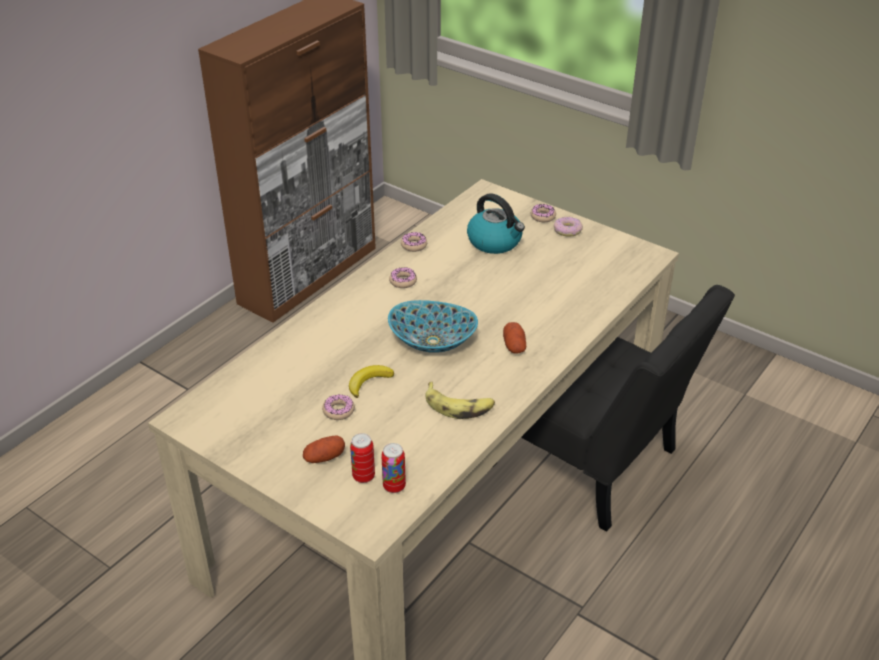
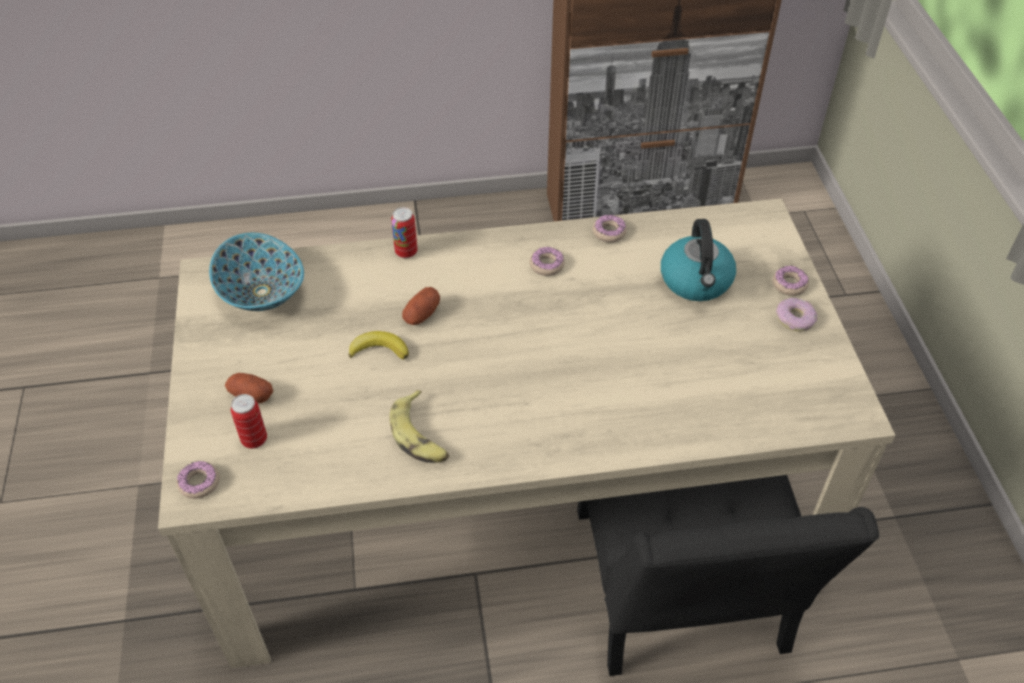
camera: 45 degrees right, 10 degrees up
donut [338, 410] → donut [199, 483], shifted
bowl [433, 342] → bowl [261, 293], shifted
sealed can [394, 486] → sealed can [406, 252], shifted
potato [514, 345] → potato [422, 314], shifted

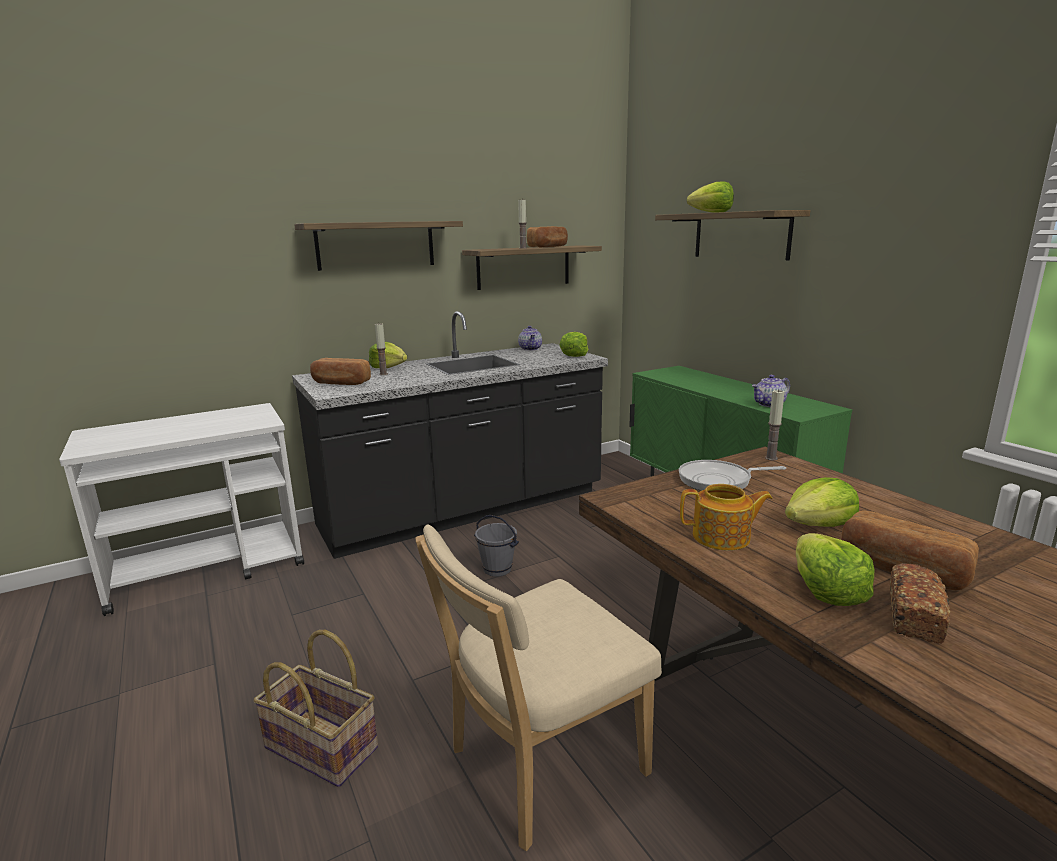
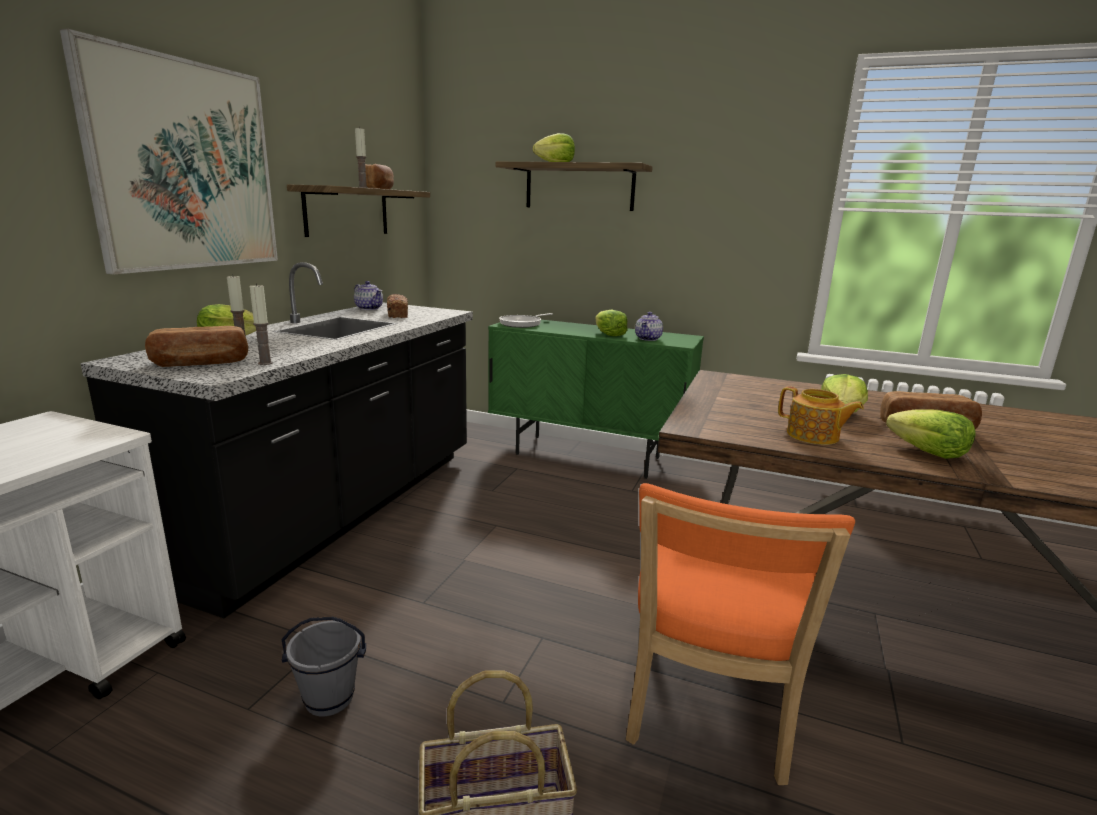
camera: 40 degrees left, 0 degrees up
shelf [376, 245] → picture [185, 166]
wax light [771, 458] → wax light [265, 363], shifted
bucket (greyish) [497, 569] → bucket (greyish) [329, 698], shifted
bakery bread [914, 618] → bakery bread [398, 315], shifted
pan [719, 481] → pan [522, 324], shifted
lettuce [574, 355] → lettuce [609, 334], shifted
upright chair (beige) [539, 765] → upright chair (orange) [707, 711]
pot for tea [722, 537] → pot for tea [813, 436], 75 degrees clockwise

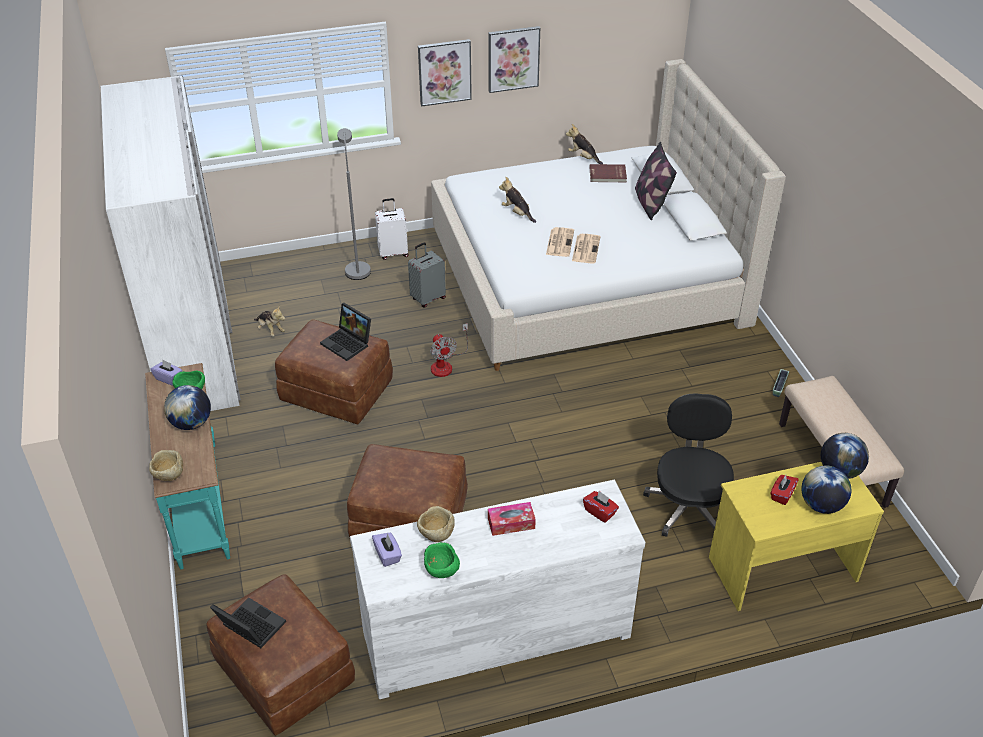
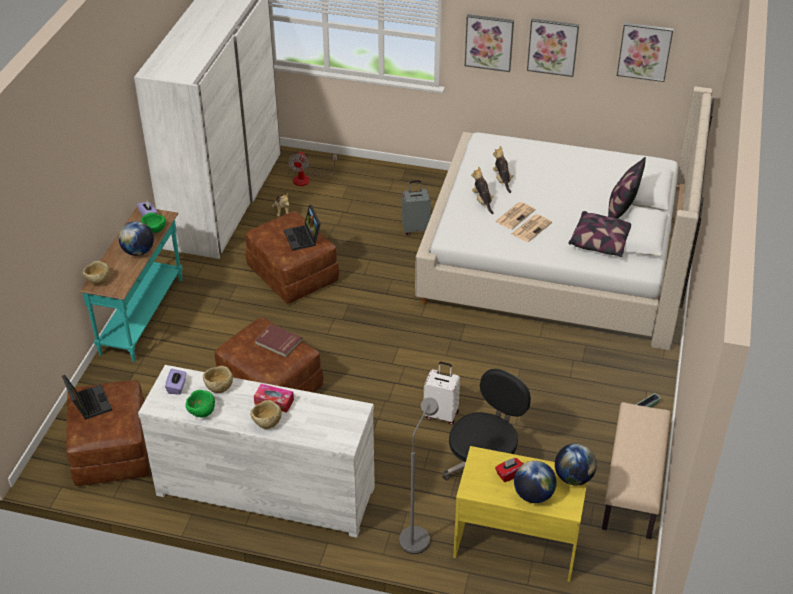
camera: 30 degrees right, 0 degrees up
- → bowl (beige) [266, 423]
bound book (reddish) [607, 175] → bound book (reddish) [278, 342], shifted
electric fan [446, 364] → electric fan [307, 179], shifted
standard lamp (greyish) [357, 267] → standard lamp (greyish) [417, 534], shifted
travel case (white-coloured) [393, 253] → travel case (white-coloured) [441, 414], shifted
plush toy [583, 158] → plush toy [482, 201], shifted
- → throw pillow [601, 242]
- → picture [644, 51]
tissue box (reddish) [600, 512] → -

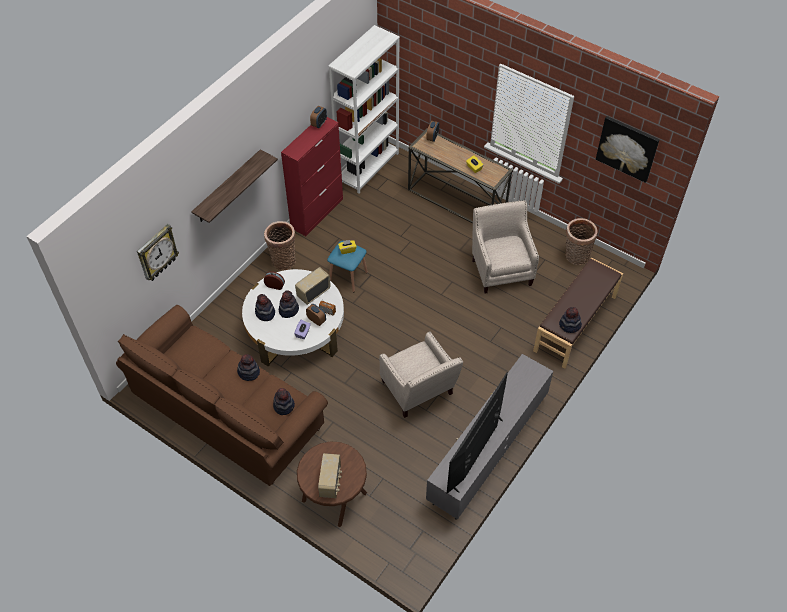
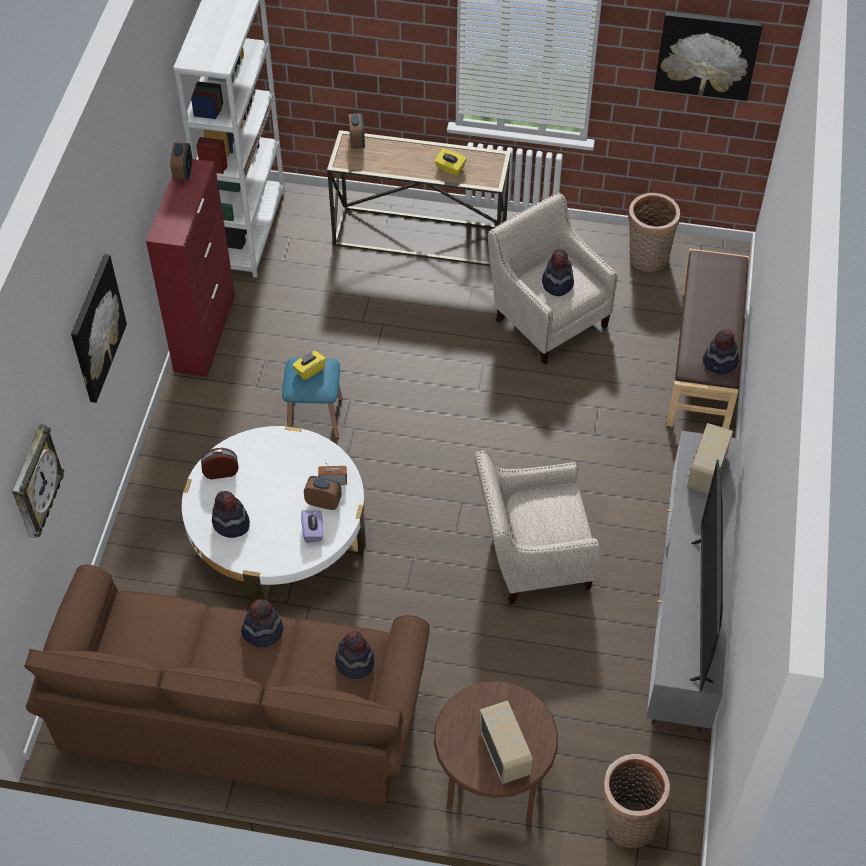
camera: 25 degrees left, 0 degrees up
shelf [228, 187] → picture [96, 328]
easy chair (beige) [418, 392] → easy chair (beige) [530, 557], 135 degrees clockwise
hat [288, 310] → hat [557, 283], shifted
storage basket [283, 259] → storage basket [627, 821], shifted
radio [313, 293] → radio [705, 471], shifted

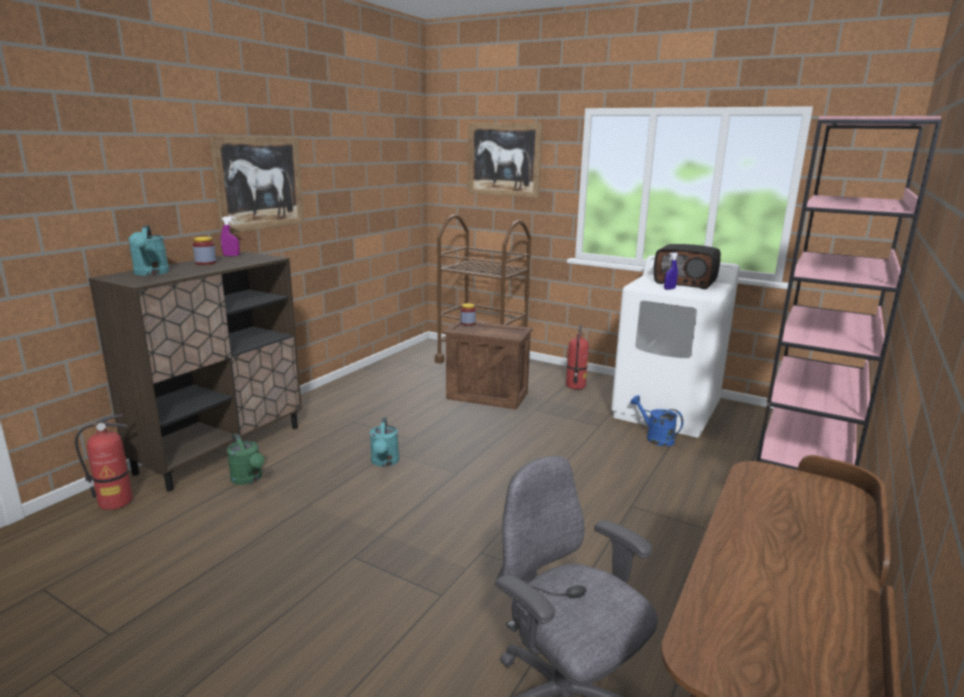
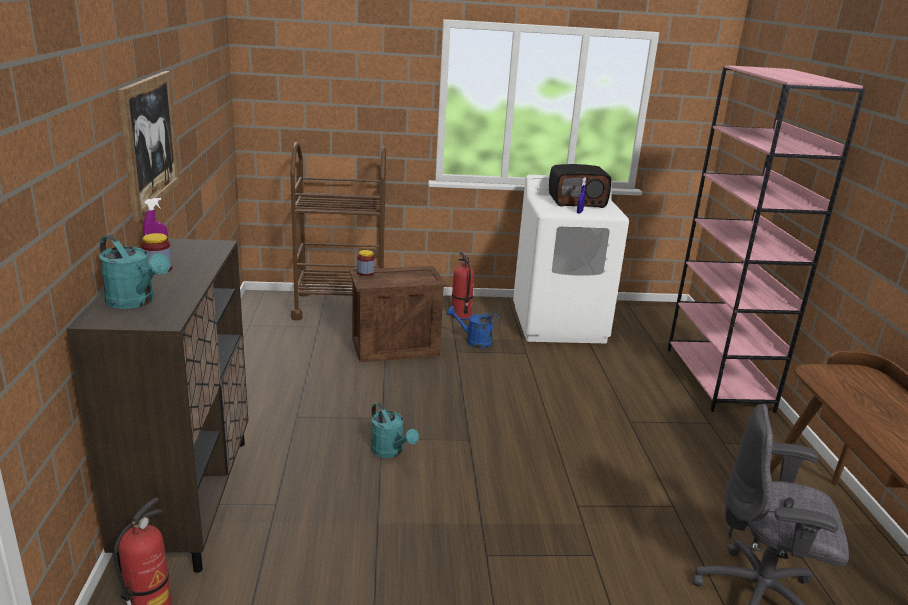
camera: 35 degrees left, 5 degrees up
watering can (bluish) [655, 438] → watering can (bluish) [474, 341], shifted
watering can (greenish) [249, 479] → -
picture [504, 159] → -

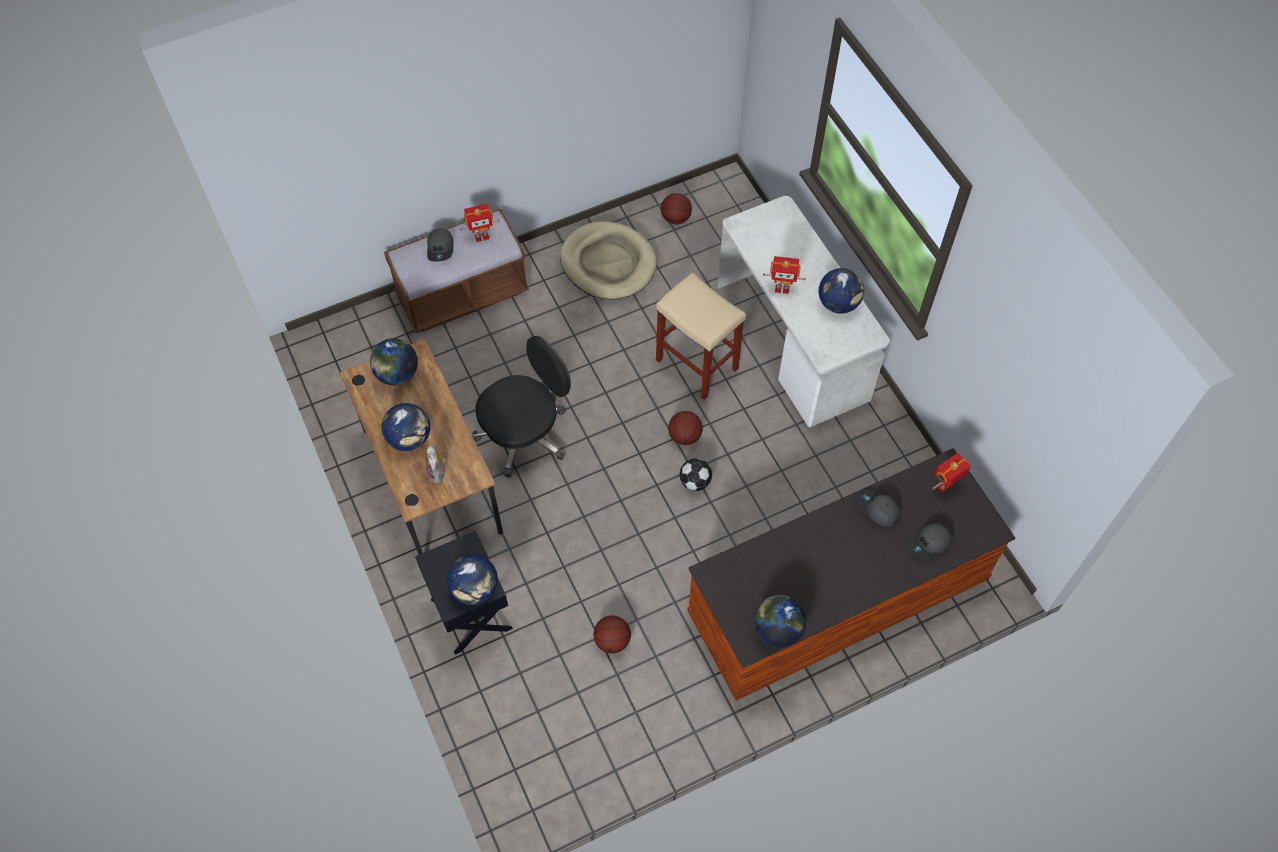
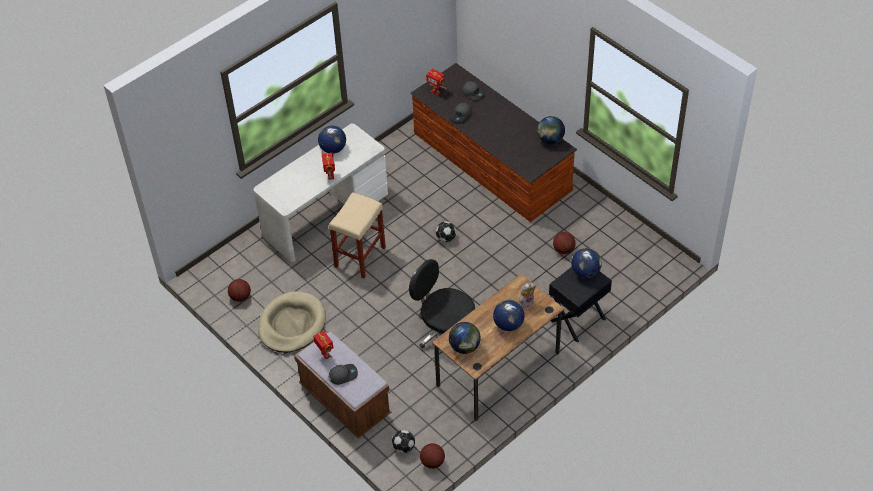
camera: 105 degrees left, 10 degrees down
- → football ball [404, 447]
basketball ball [684, 436] → basketball ball [432, 462], shifted

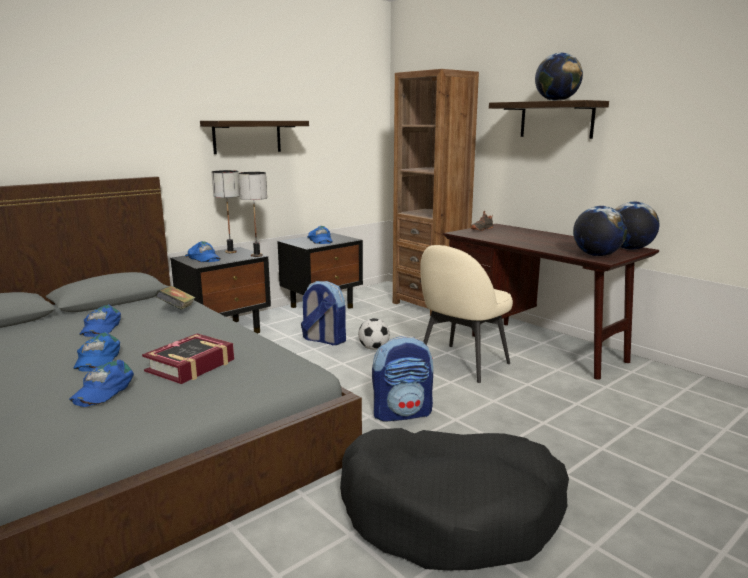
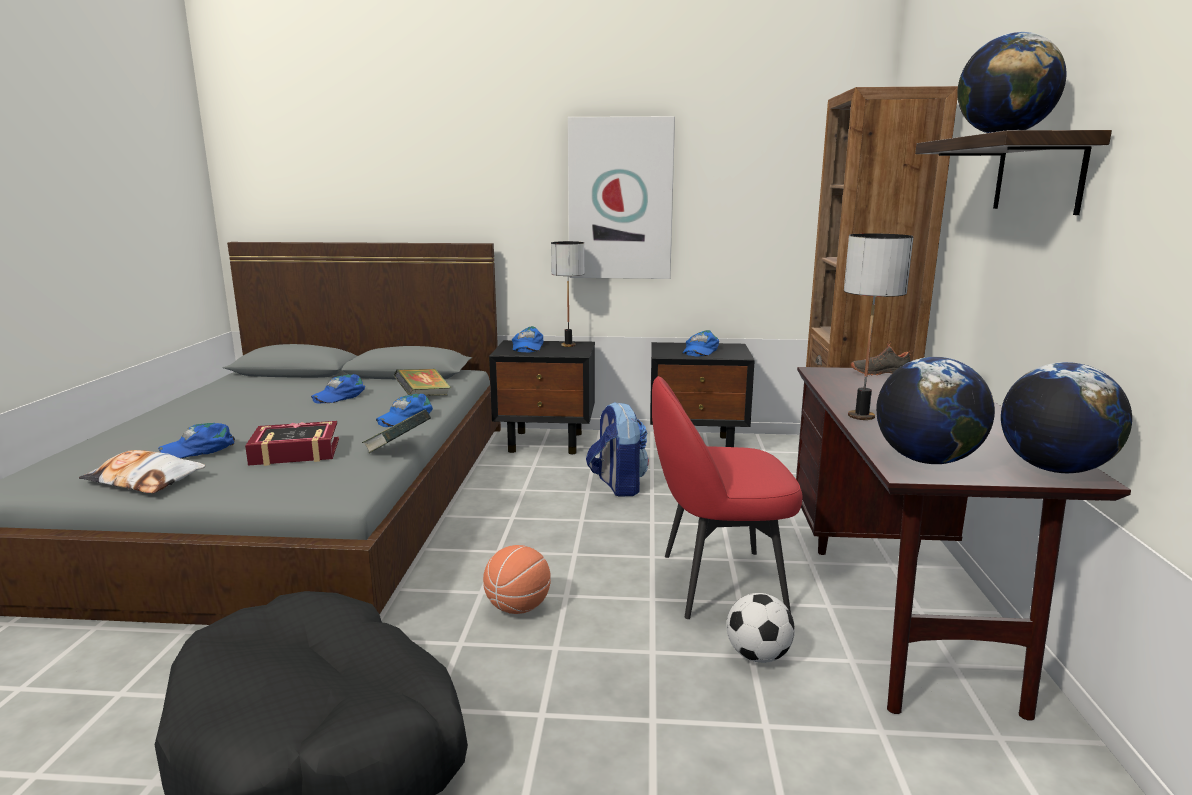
camera: 45 degrees right, 0 degrees up
- → throw pillow [145, 480]
- → bound book [398, 449]
baseball cap (bluish) [97, 359] → baseball cap (bluish) [405, 418], shifted
knapsack [402, 413] → basketball ball [518, 607]
shelf [247, 136] → picture [620, 199]
upright chair (beige) [462, 364] → upright chair (reddish) [718, 583]
football ball [374, 348] → football ball [758, 655], shifted
tabletop lamp [256, 255] → tabletop lamp [861, 416], shifted

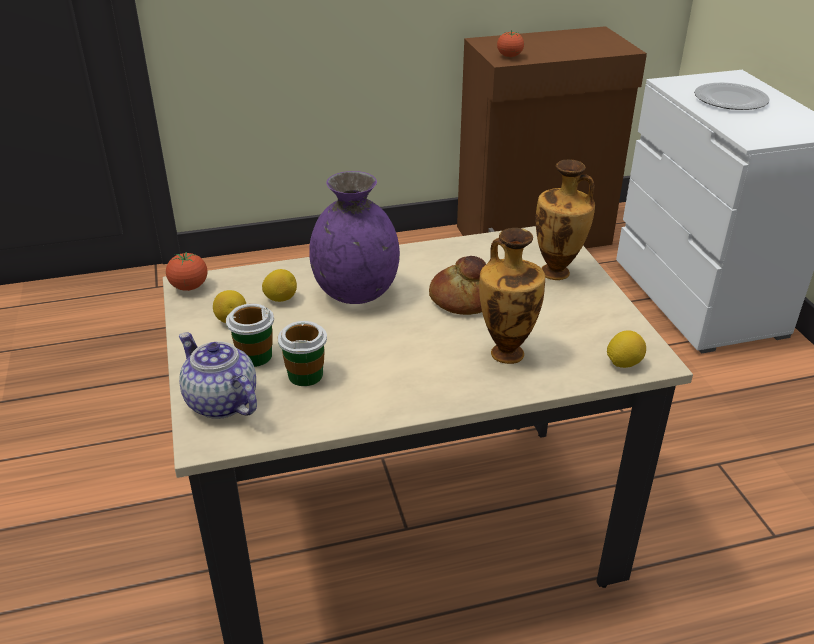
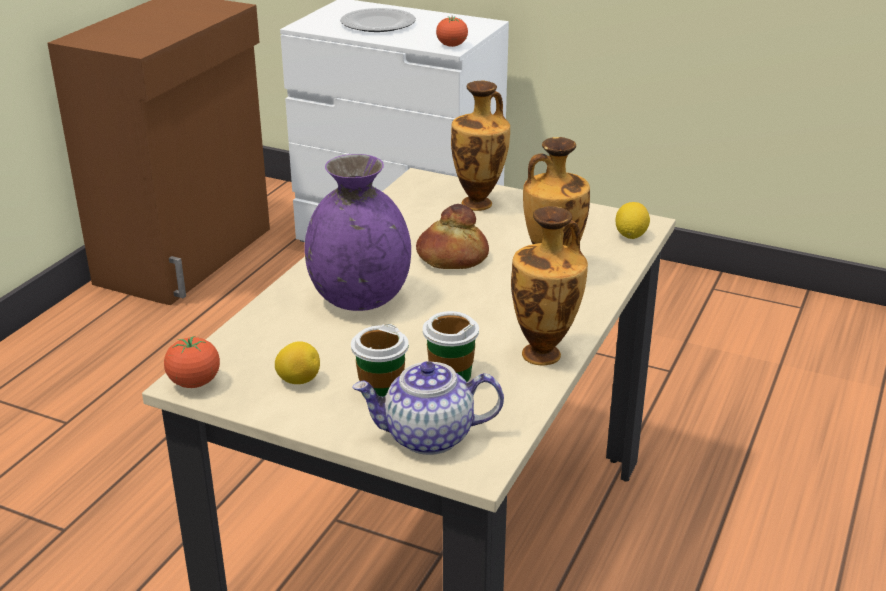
camera: 50 degrees left, 5 degrees down
tomato [509, 56] → tomato [452, 46], shifted
- → flower vase [544, 354]
citrus fruit [280, 299] → -

